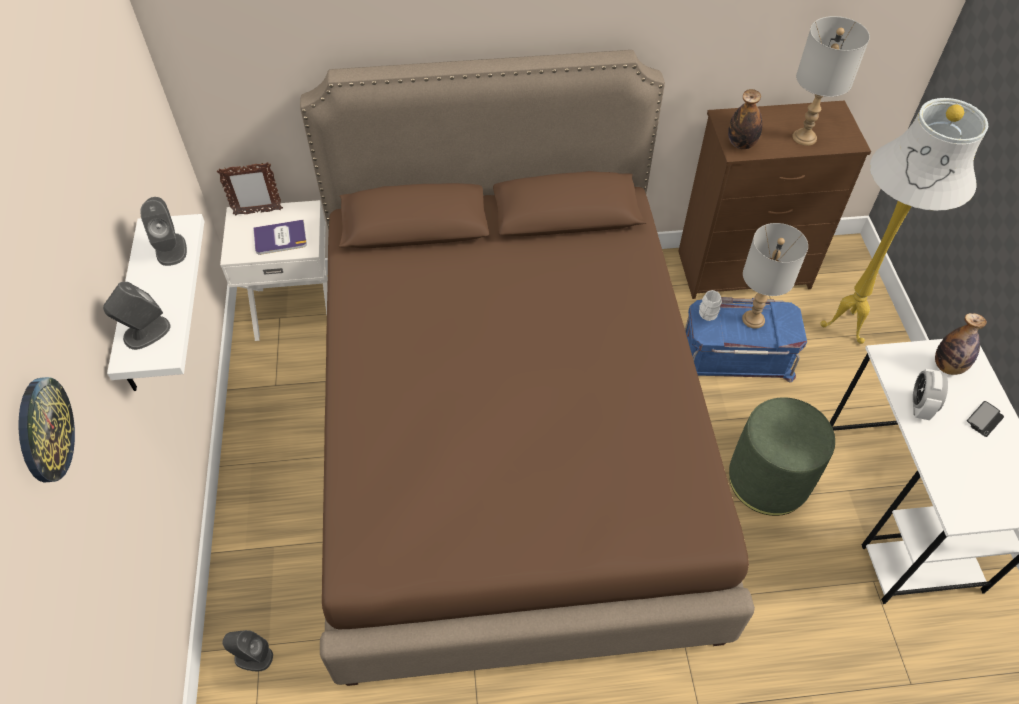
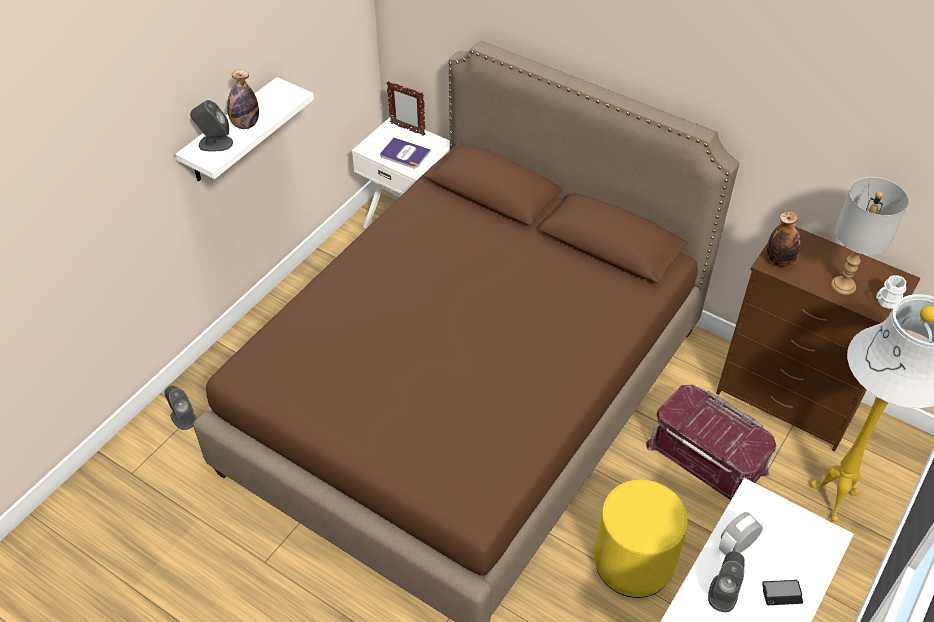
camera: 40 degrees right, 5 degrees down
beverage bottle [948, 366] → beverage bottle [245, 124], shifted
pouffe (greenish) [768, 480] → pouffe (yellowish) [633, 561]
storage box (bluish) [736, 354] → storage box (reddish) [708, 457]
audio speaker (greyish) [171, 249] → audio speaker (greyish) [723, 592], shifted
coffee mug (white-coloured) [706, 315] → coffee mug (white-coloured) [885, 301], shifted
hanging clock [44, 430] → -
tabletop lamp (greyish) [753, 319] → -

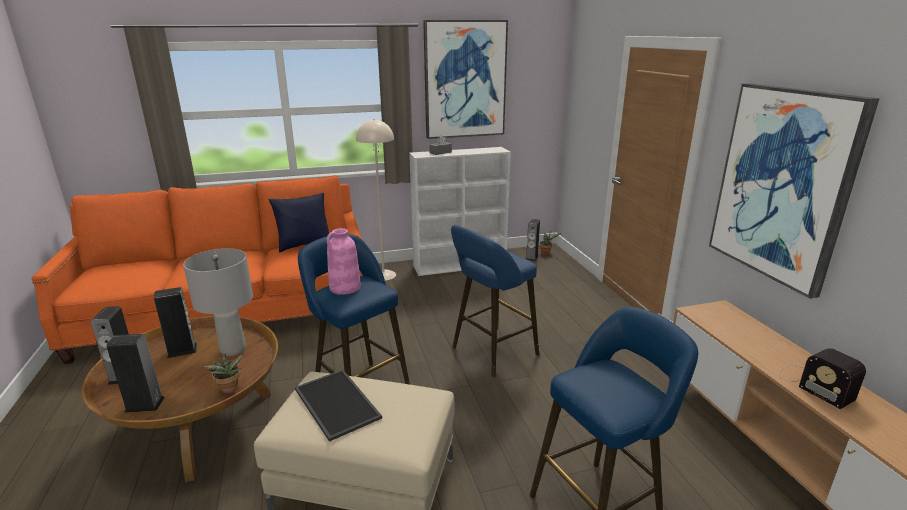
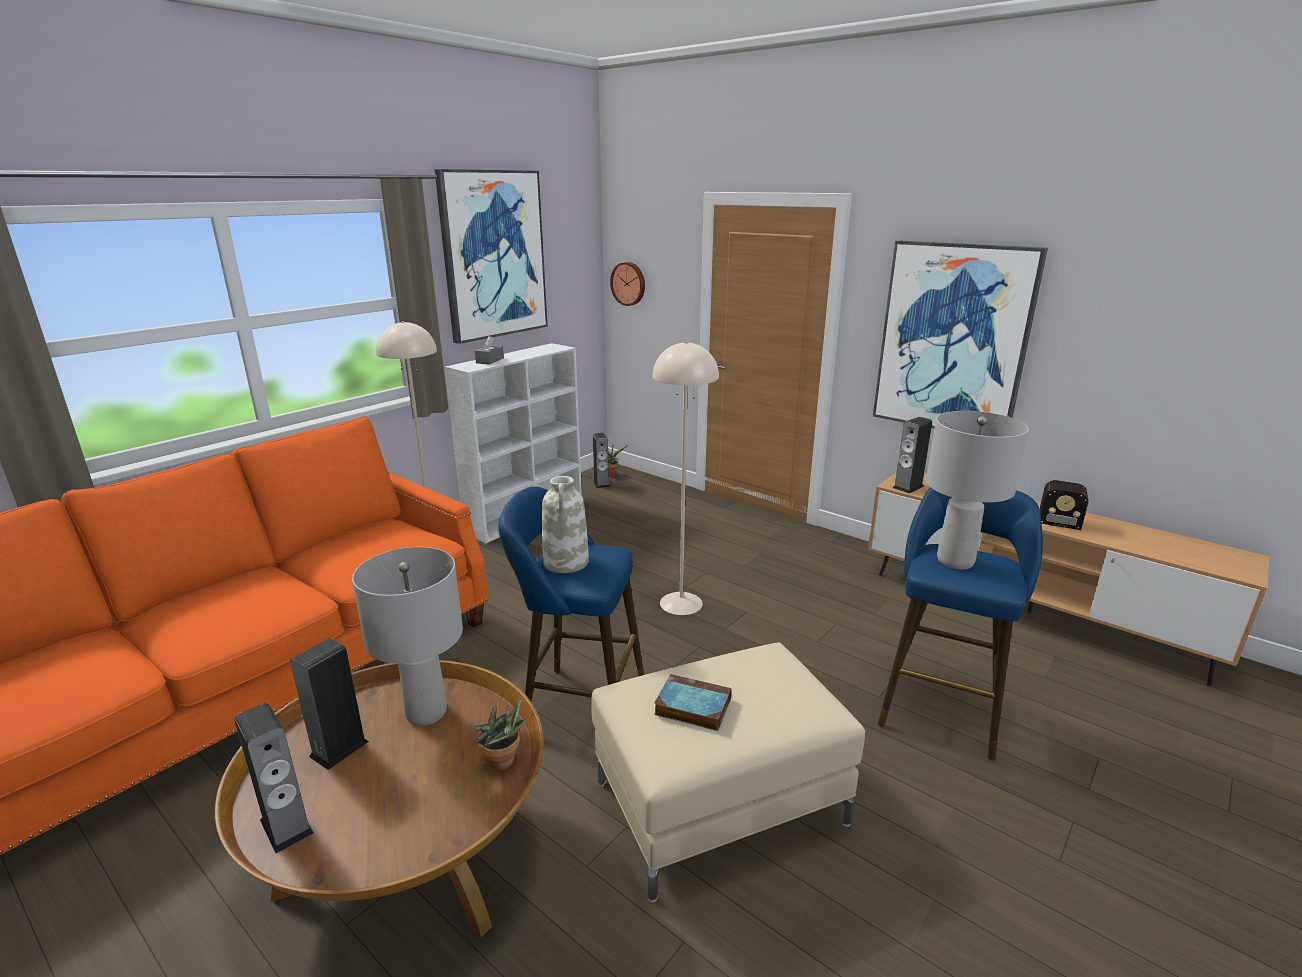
camera: 35 degrees left, 0 degrees up
flower vase (pink-coloured) [345, 288] → flower vase (white-coloured) [566, 563]
- → hanging clock [629, 283]
sitting stool (bluish) [491, 353] → standard lamp (beige) [680, 603]
serving tray [335, 403] → bound book [691, 707]
audio speaker [144, 404] → audio speaker [908, 487], shifted
- → tabletop lamp (greyish) [954, 561]
throw pillow (bluish) [304, 245] → -

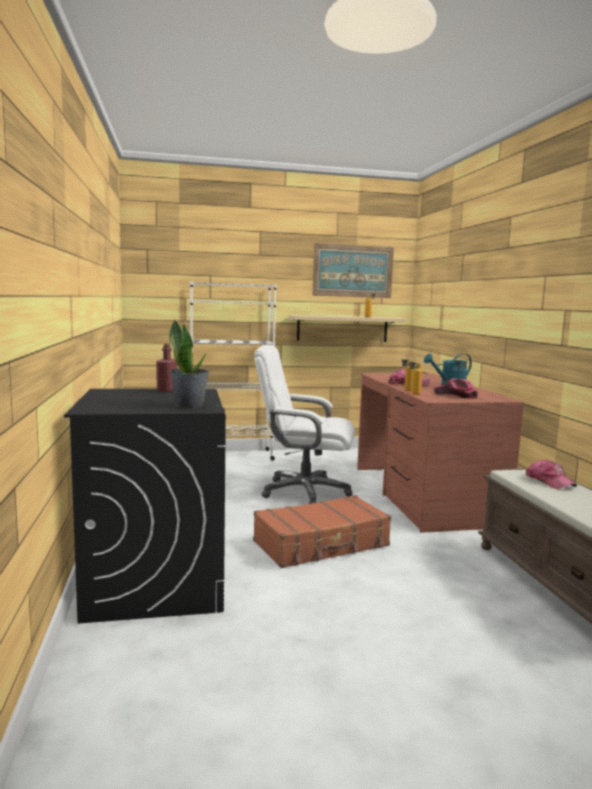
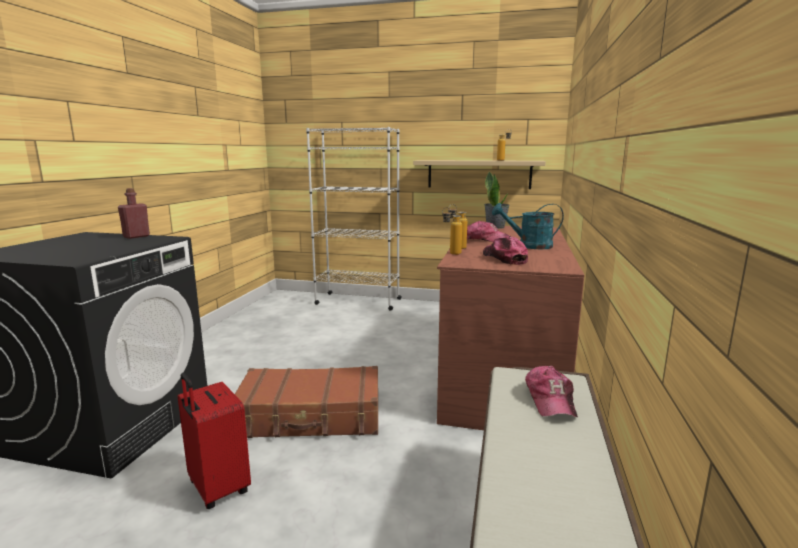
camera: 25 degrees right, 5 degrees up
- → travel case (reddish) [217, 489]
plant in a pot [189, 405] → plant in a pot [495, 227], shifted
computer chair (white-coloured) [304, 492] → -
picture [353, 271] → -

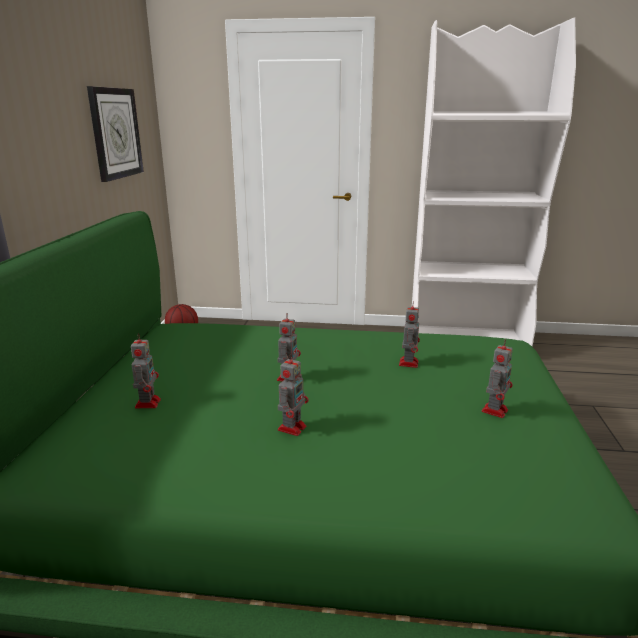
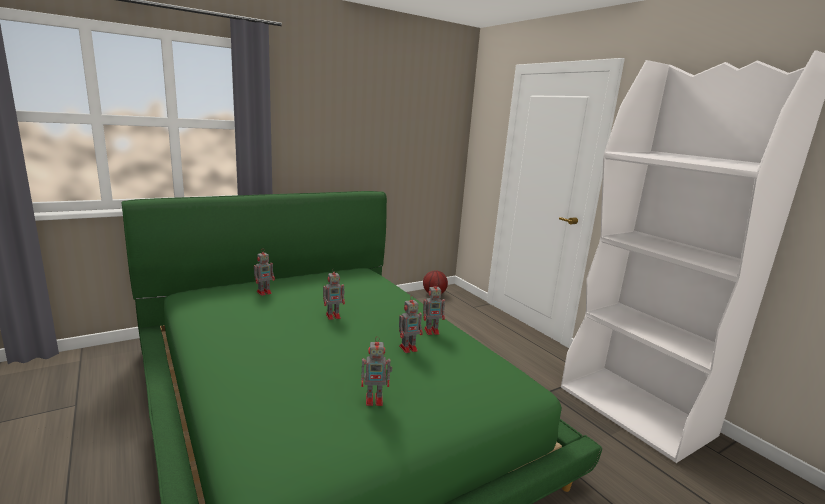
camera: 50 degrees right, 5 degrees down
robot figure [292, 427] → robot figure [432, 331], shifted
hanging clock [115, 133] → -

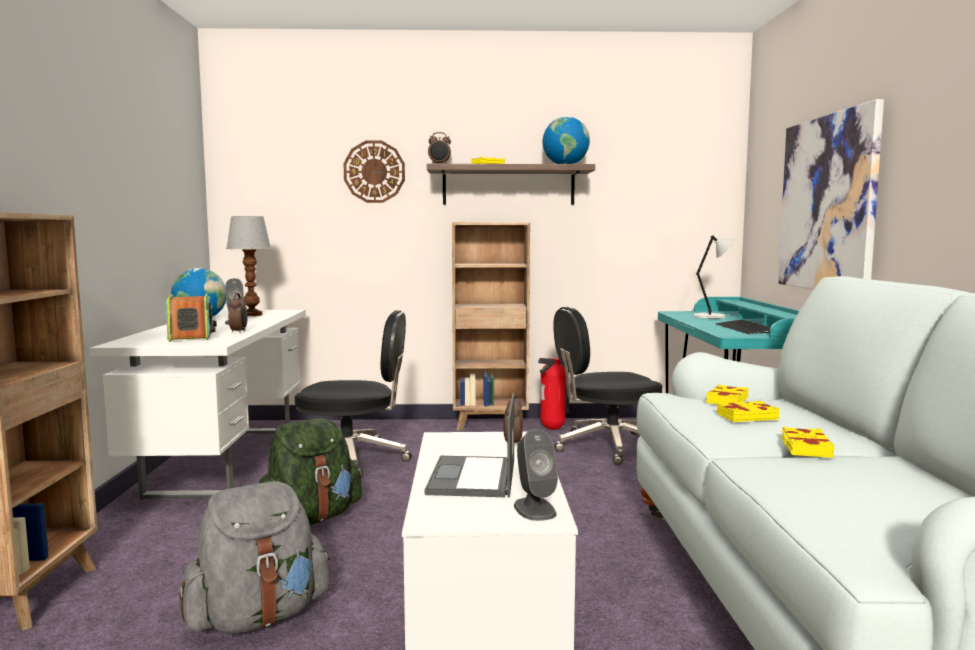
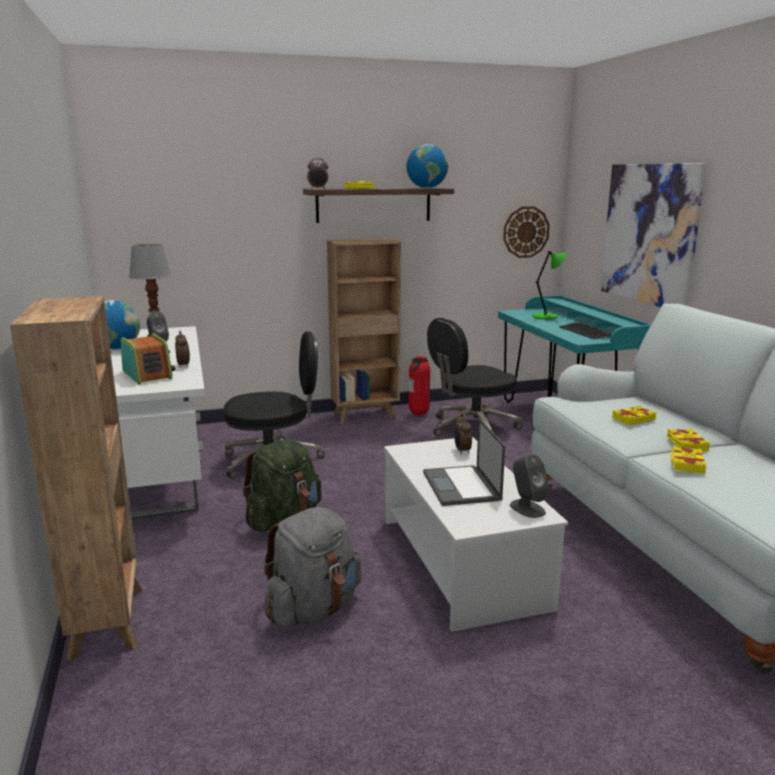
camera: 15 degrees left, 10 degrees up
hanging clock [374, 171] → hanging clock [526, 232], shifted
tabletop lamp (greyish) [711, 317] → tabletop lamp (greenish) [546, 317]
bound book (yellowish) [726, 400] → bound book (yellowish) [686, 464], shifted

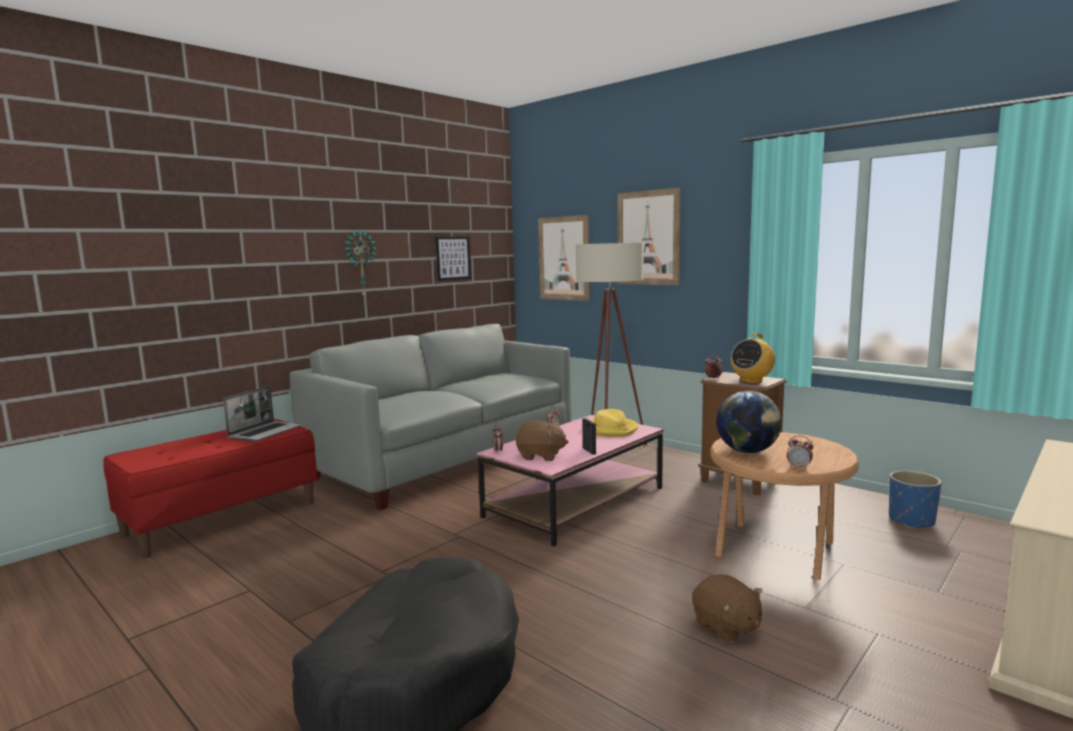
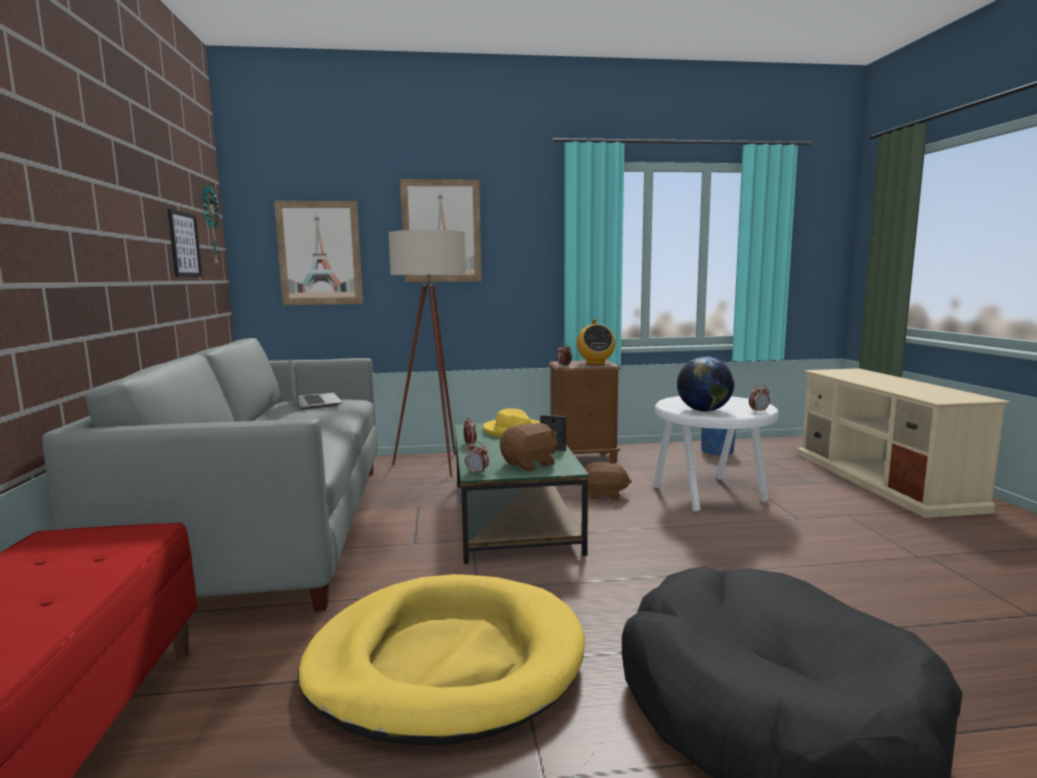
camera: 50 degrees left, 0 degrees up
hanging clock [360, 264] → hanging clock [209, 226], shifted
portable computer [265, 432] → portable computer [315, 402], shifted
- → dog cushion (yellowish) [445, 662]
low table (pink-coloured) [576, 501] → low table (greenish) [512, 515]
plush toy (brown-coloured) [726, 627] → plush toy (brown-coloured) [604, 495], shifted
side table (brown-coloured) [777, 551] → side table (white-coloured) [710, 494]

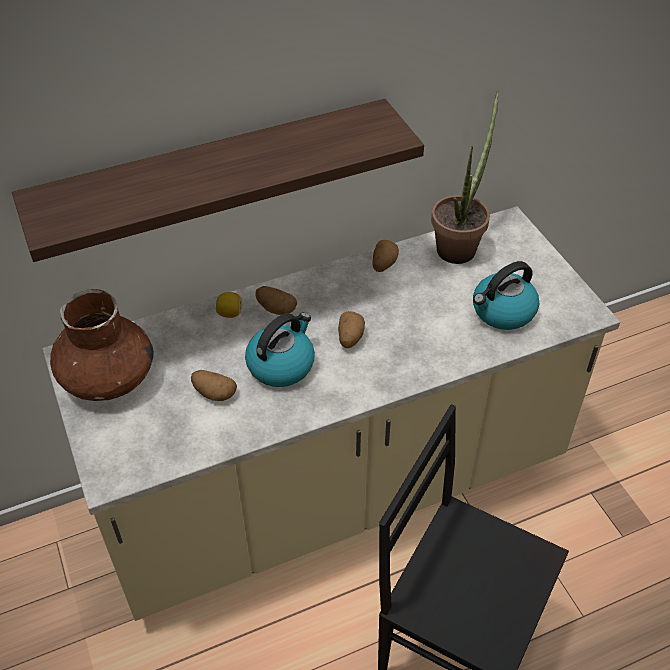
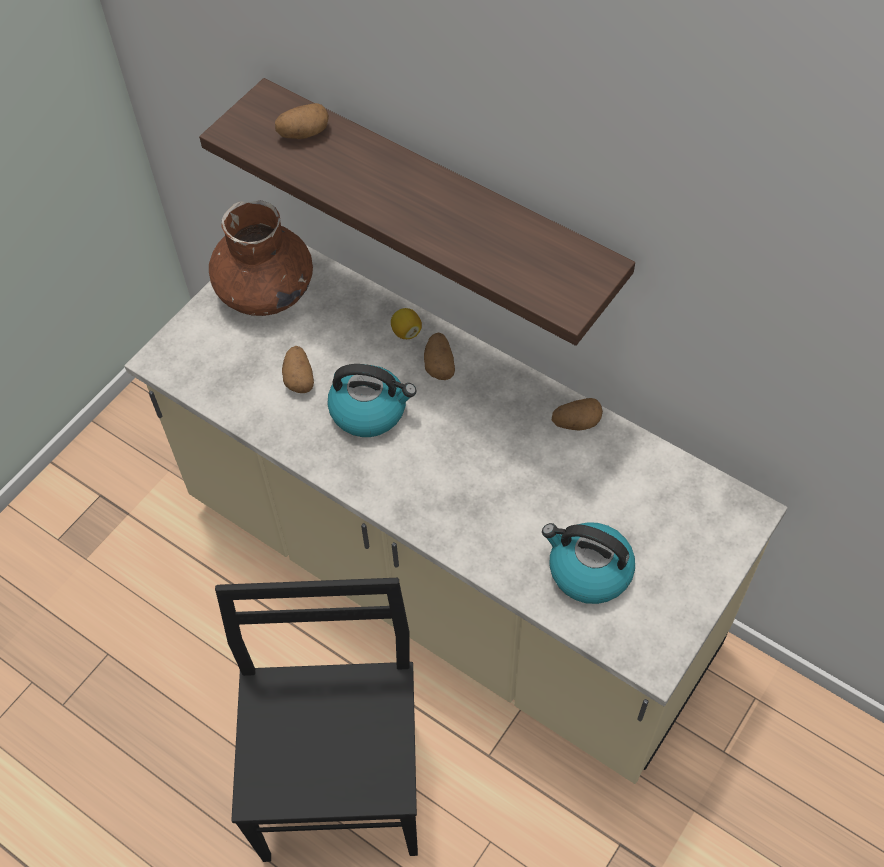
camera: 60 degrees right, 10 degrees up
potato [350, 338] → potato [304, 133], shifted
plant in a pot [459, 245] → -

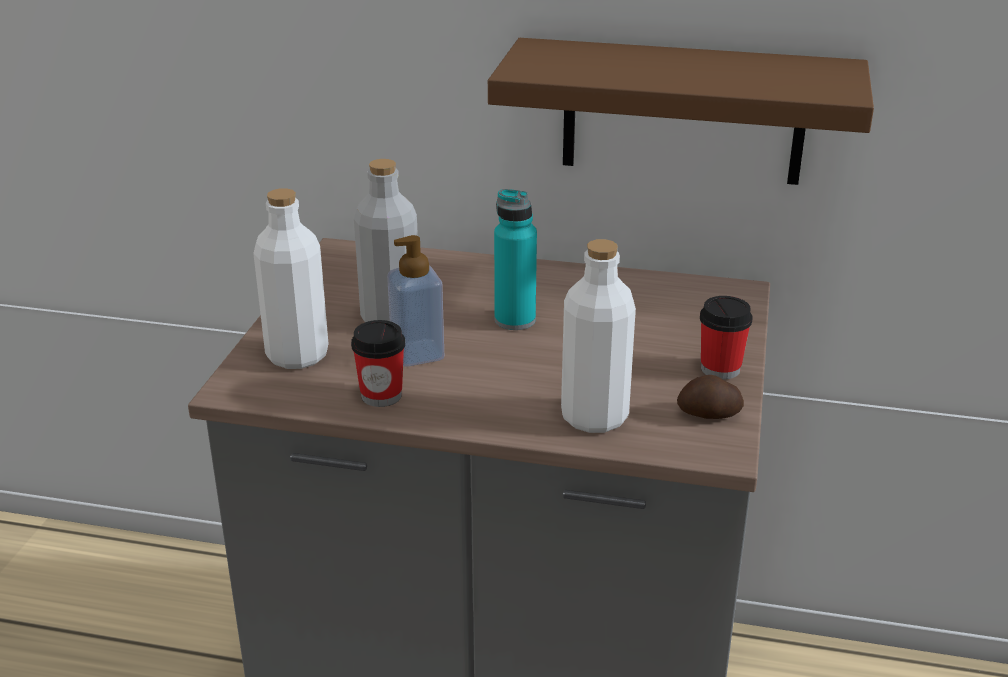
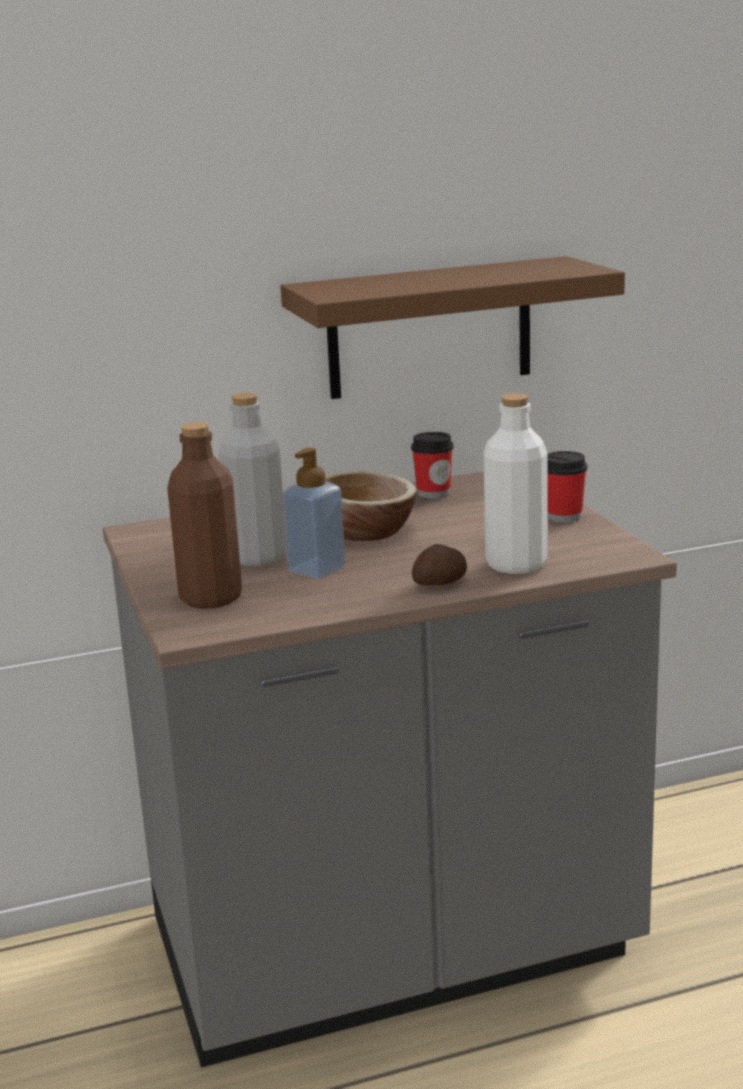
camera: 30 degrees left, 10 degrees down
beverage bottle (white-coloured) [297, 355] → beverage bottle (brown-coloured) [211, 598]
beverage bottle (turquoise) [515, 320] → bowl [364, 531]
small cup [381, 395] → small cup [433, 493], shifted
potato [709, 415] → potato [441, 583], shifted

